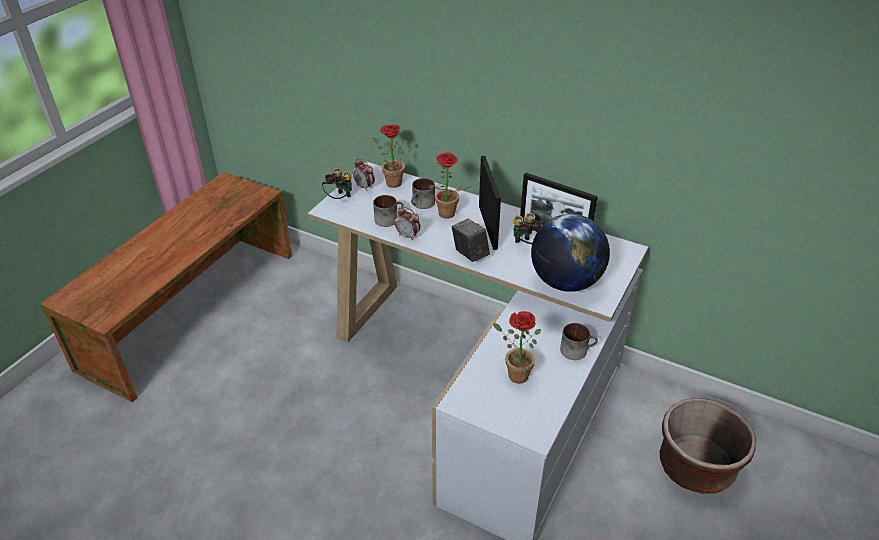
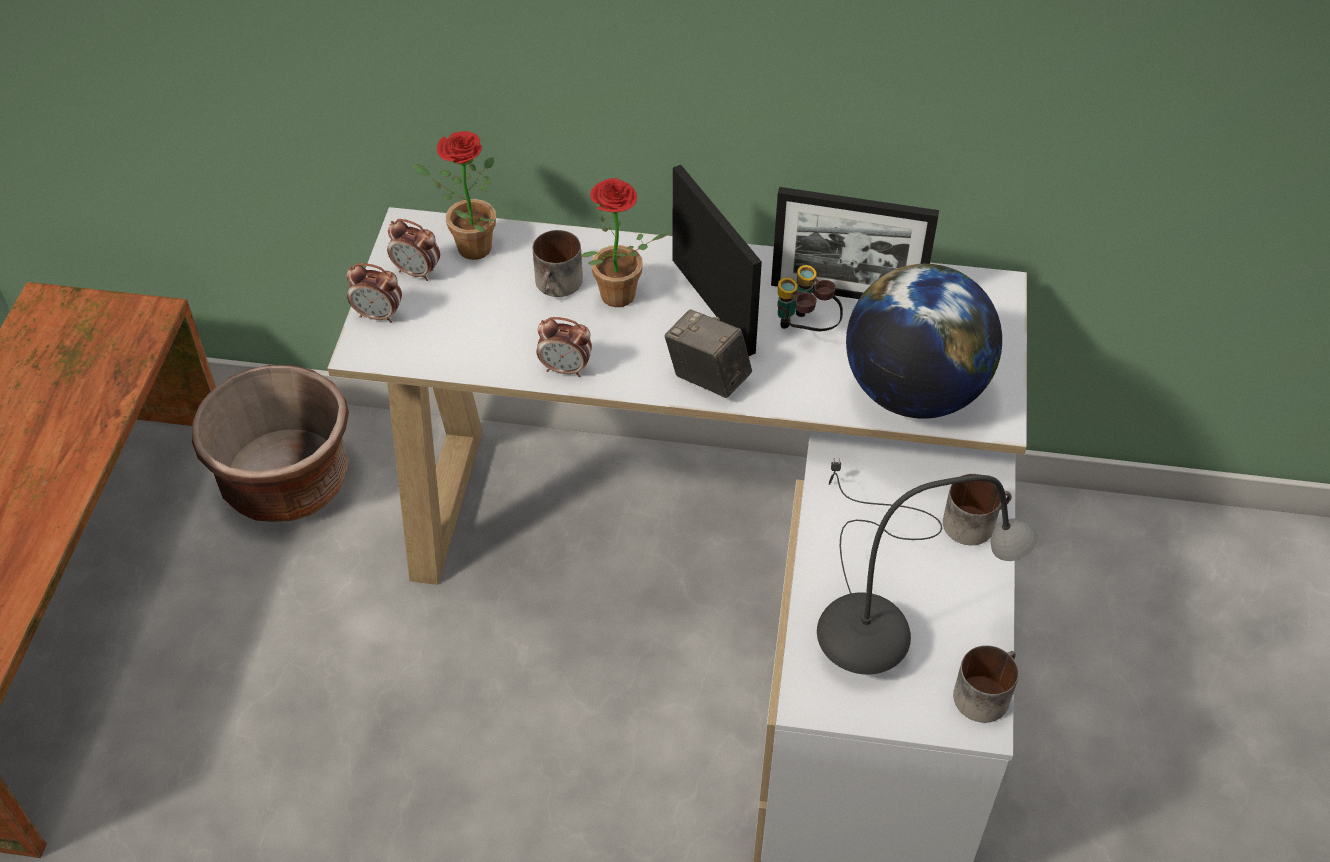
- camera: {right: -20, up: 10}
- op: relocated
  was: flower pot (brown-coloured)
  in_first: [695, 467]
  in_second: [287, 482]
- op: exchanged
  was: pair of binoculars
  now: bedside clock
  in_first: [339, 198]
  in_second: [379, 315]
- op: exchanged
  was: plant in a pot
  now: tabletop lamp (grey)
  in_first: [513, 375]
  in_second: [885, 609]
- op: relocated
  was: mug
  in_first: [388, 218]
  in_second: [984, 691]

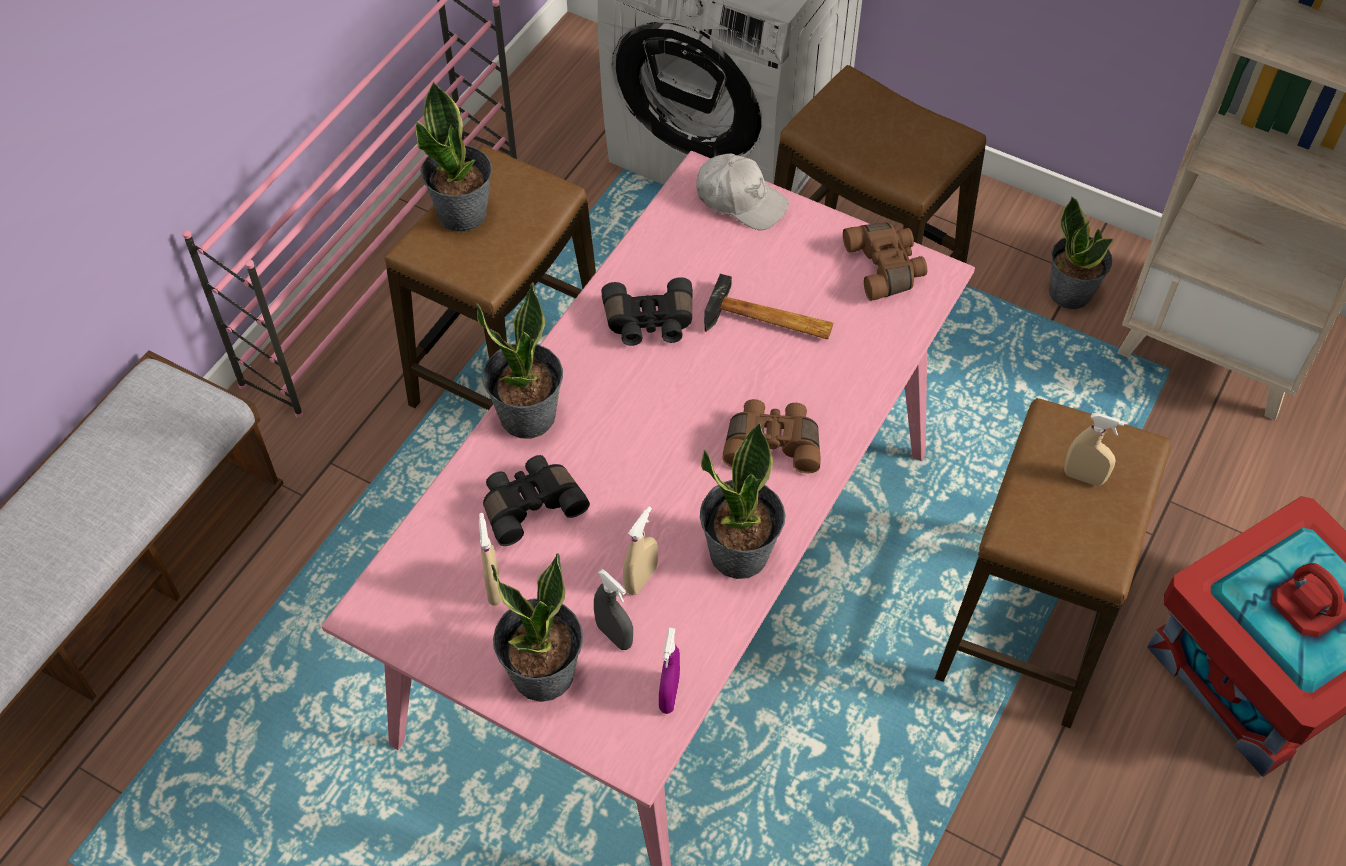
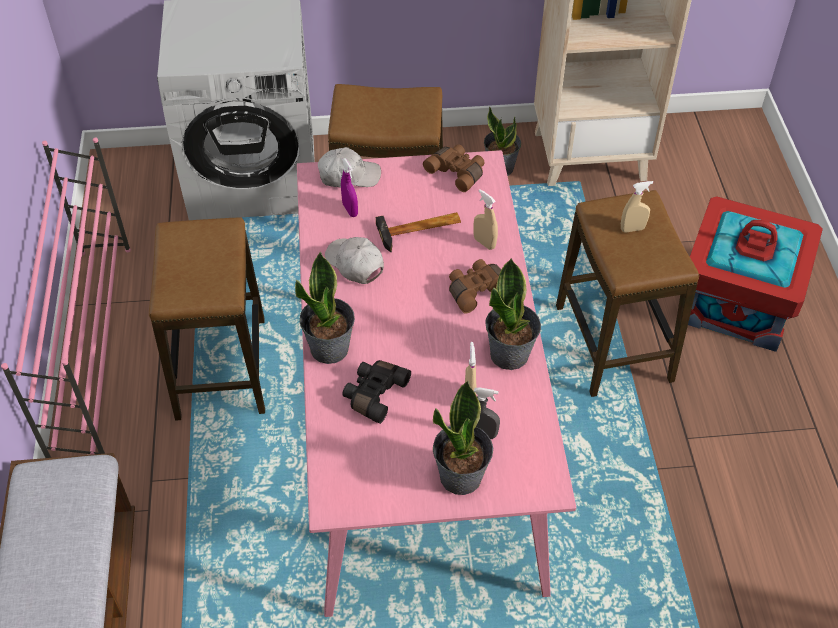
- camera: {right: -35, up: -5}
- op: exchanged
  was: pair of binoculars (blackish)
  now: cap (white-coloured)
  in_first: [649, 323]
  in_second: [355, 264]
- op: relocated
  was: hand sprayer (purple)
  in_first: [669, 694]
  in_second: [350, 210]
- op: relocated
  was: hand sprayer (beige-coloured)
  in_first: [493, 588]
  in_second: [484, 243]
- op: missing
  was: plant in a pot
  in_first: [463, 213]

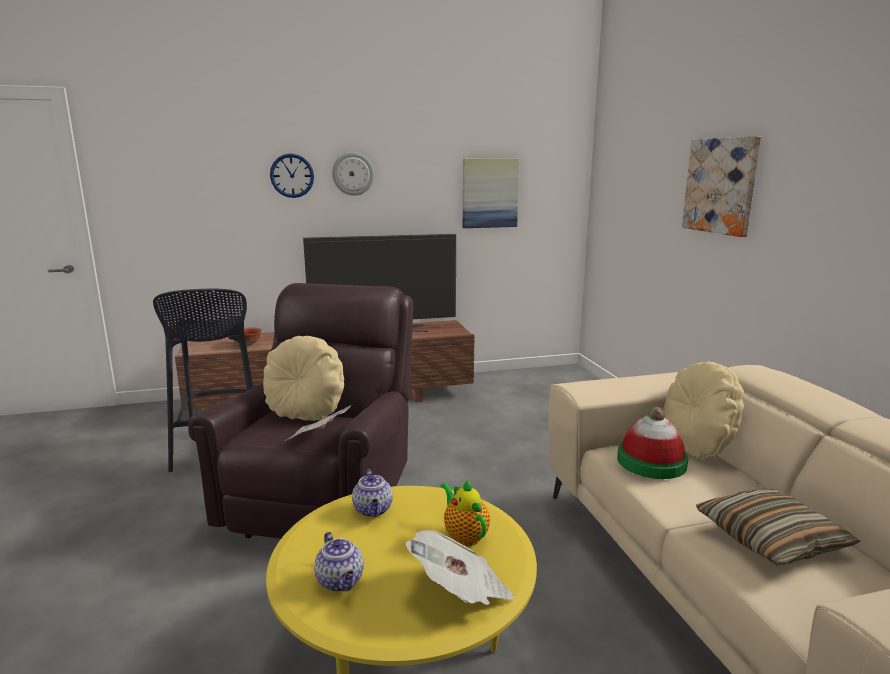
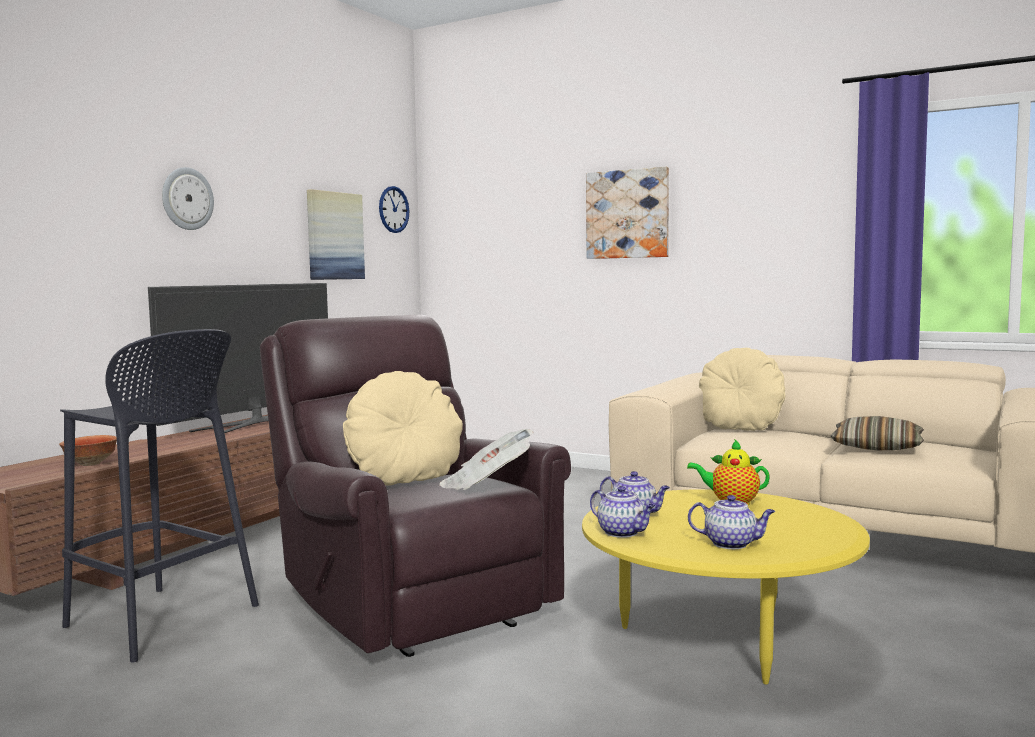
- camera: {right: -45, up: -10}
- op: relocated
  was: wall clock
  in_first: [292, 175]
  in_second: [393, 209]
- op: appeared
  now: tea pot
  in_second: [623, 533]
- op: missing
  was: newspaper
  in_first: [460, 591]
- op: missing
  was: hat
  in_first: [651, 462]

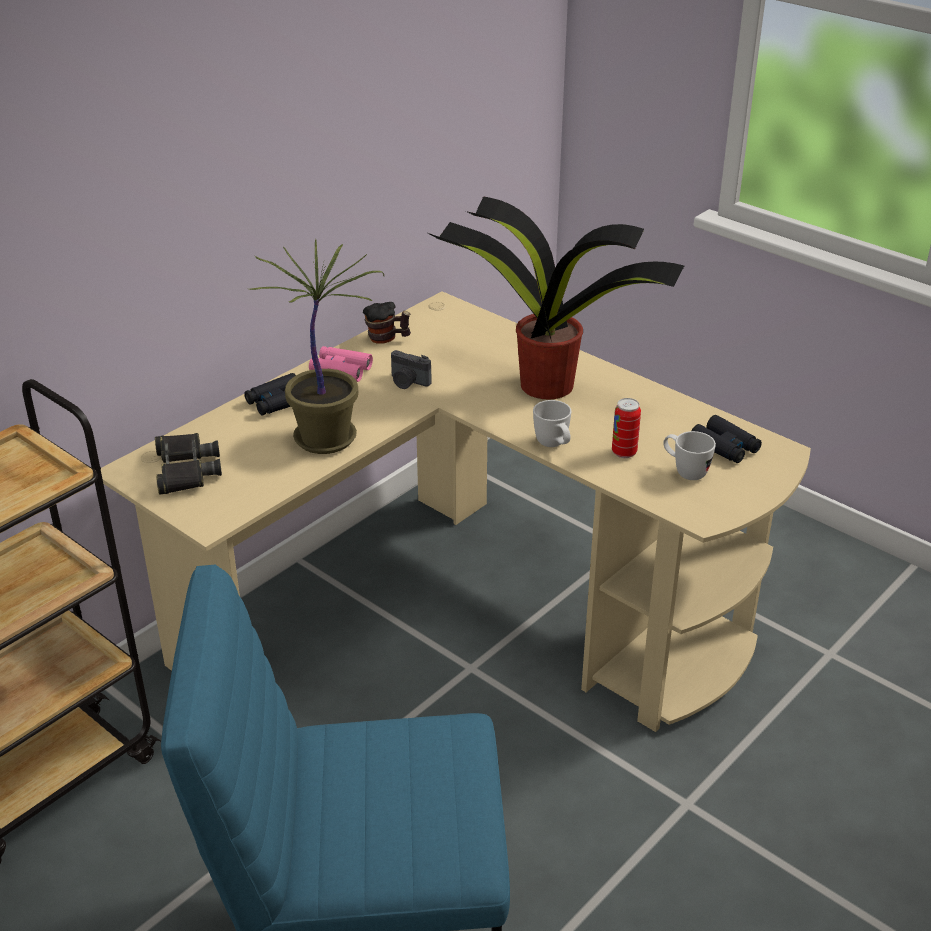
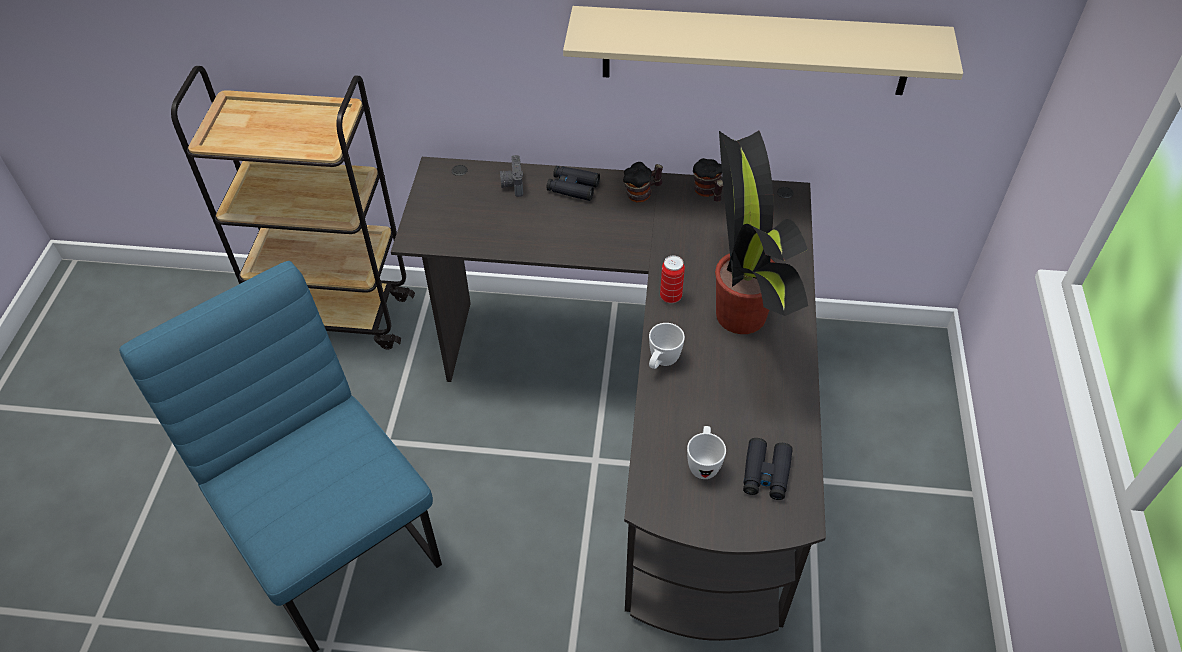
- camera: {right: 55, up: 15}
- op: colour
  was: desk table (beige-coloured)
  now: desk table (blackish)
  in_first: [462, 610]
  in_second: [647, 420]
- op: relocated
  was: still camera
  in_first: [408, 382]
  in_second: [512, 184]
- op: appeared
  now: wall shelf (beige-coloured)
  in_second: [755, 51]
- op: exchanged
  was: pair of binoculars (pink-coloured)
  now: mug
  in_first: [340, 370]
  in_second: [642, 194]
- op: relocated
  was: metal can
  in_first: [624, 452]
  in_second: [670, 297]
- op: missing
  was: pair of binoculars (blackish)
  in_first: [185, 470]
- op: missing
  was: plant in a pot
  in_first: [327, 437]

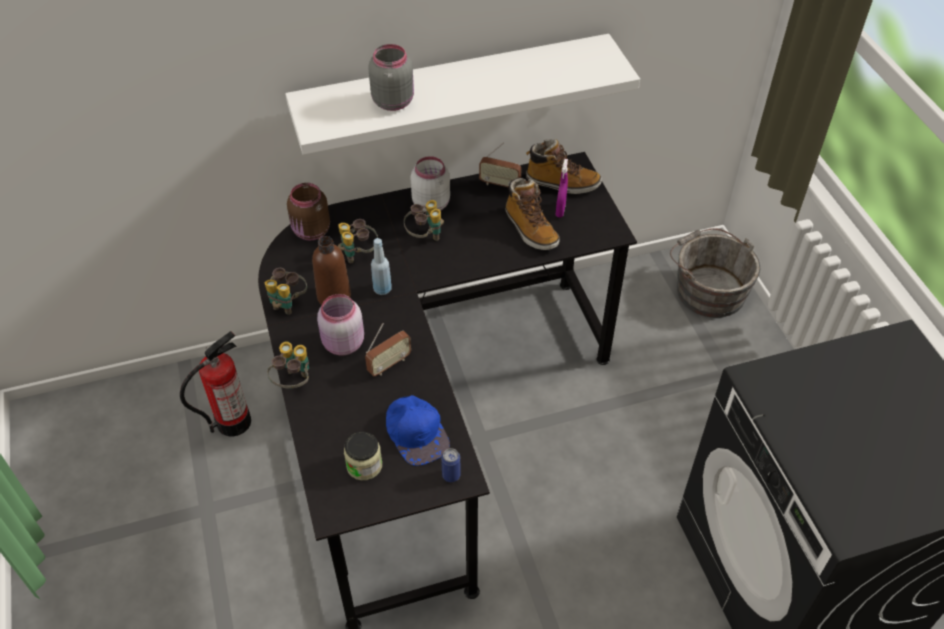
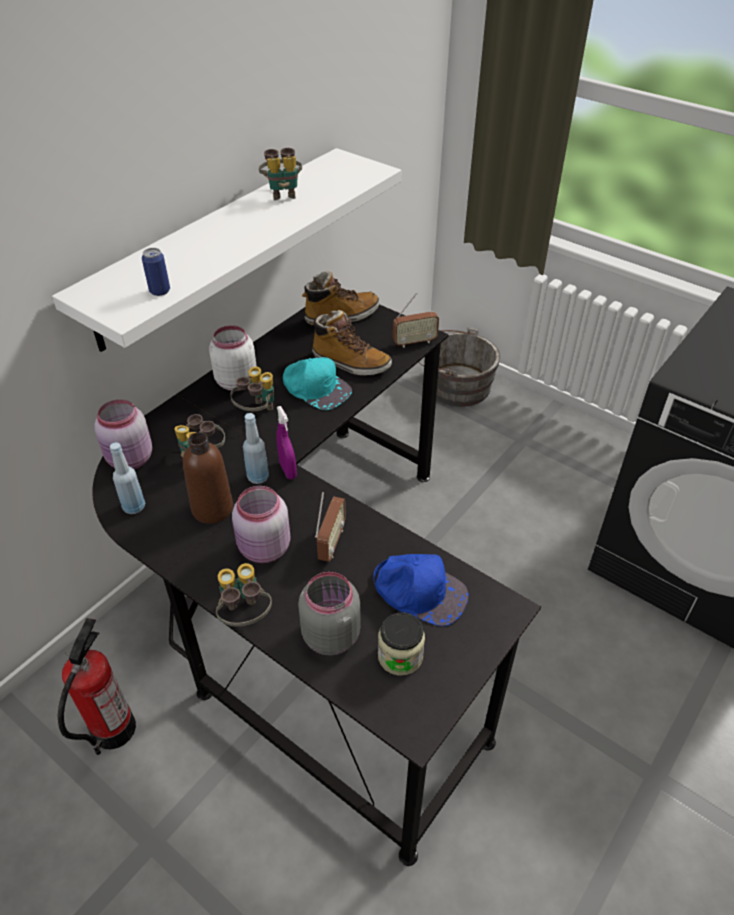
- camera: {right: -35, up: -5}
- op: colour
  was: preserve jar (brown-coloured)
  now: preserve jar (pink-coloured)
  in_first: [311, 232]
  in_second: [130, 460]
- op: appeared
  now: bottle (blue)
  in_second: [134, 507]
- op: relocated
  was: metal can
  in_first: [451, 475]
  in_second: [160, 291]
- op: relocated
  was: pair of binoculars
  in_first: [288, 303]
  in_second: [283, 193]
- op: relocated
  was: hand sprayer (purple)
  in_first: [560, 210]
  in_second: [288, 470]
- op: appeared
  now: cap (turquoise-coloured)
  in_second: [316, 387]
- op: relocated
  was: preserve jar (grey)
  in_first: [393, 101]
  in_second: [330, 634]
- op: relocated
  was: radio set
  in_first: [500, 184]
  in_second: [414, 342]

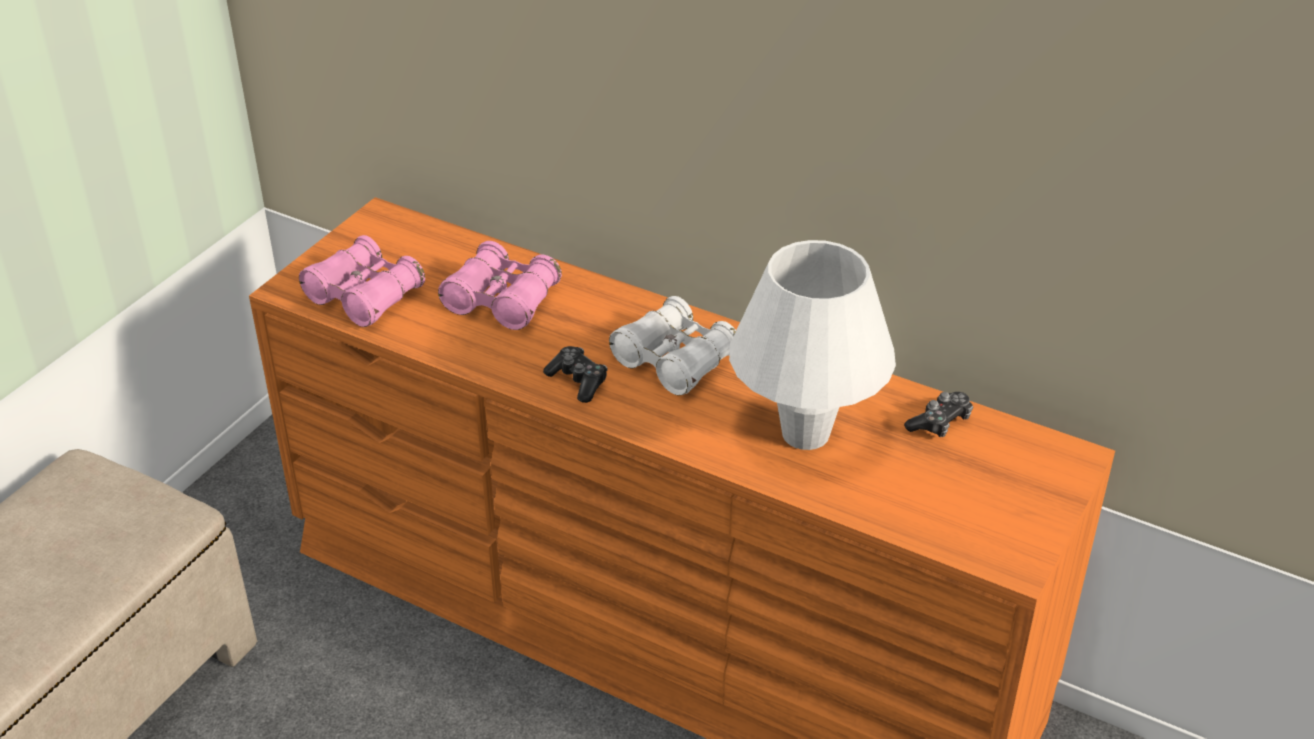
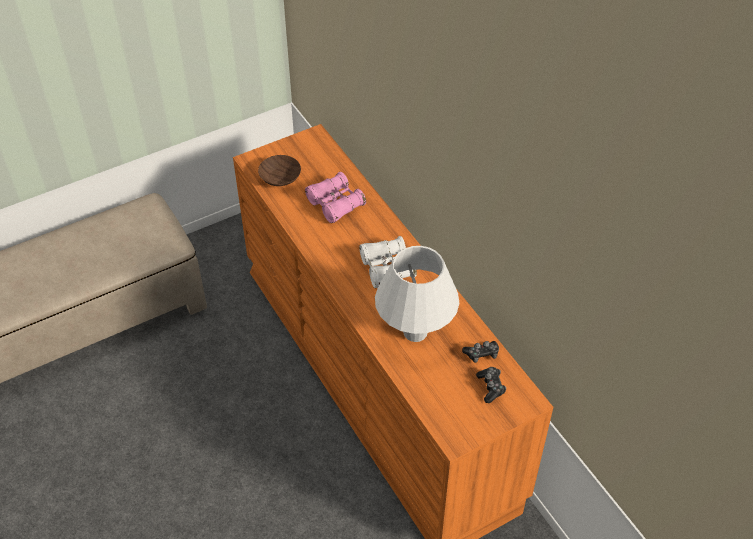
- camera: {right: 30, up: 10}
- op: exchanged
  was: pair of binoculars (pink-coloured)
  now: serving bowl (brown-coloured)
  in_first: [364, 296]
  in_second: [279, 177]
- op: relocated
  was: game controller
  in_first: [578, 381]
  in_second: [491, 387]

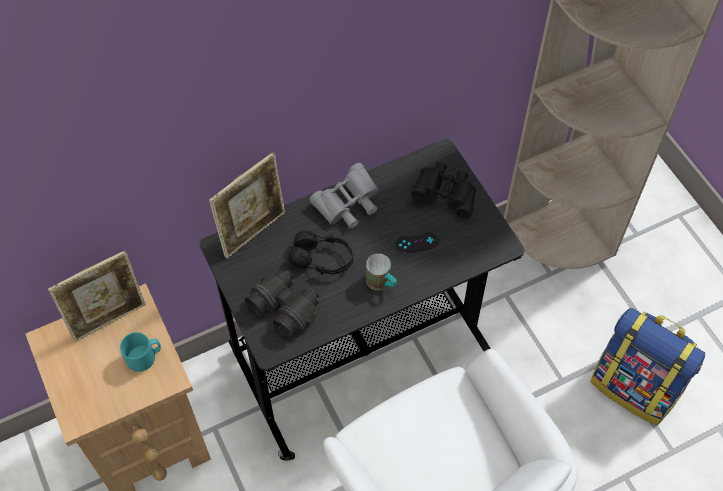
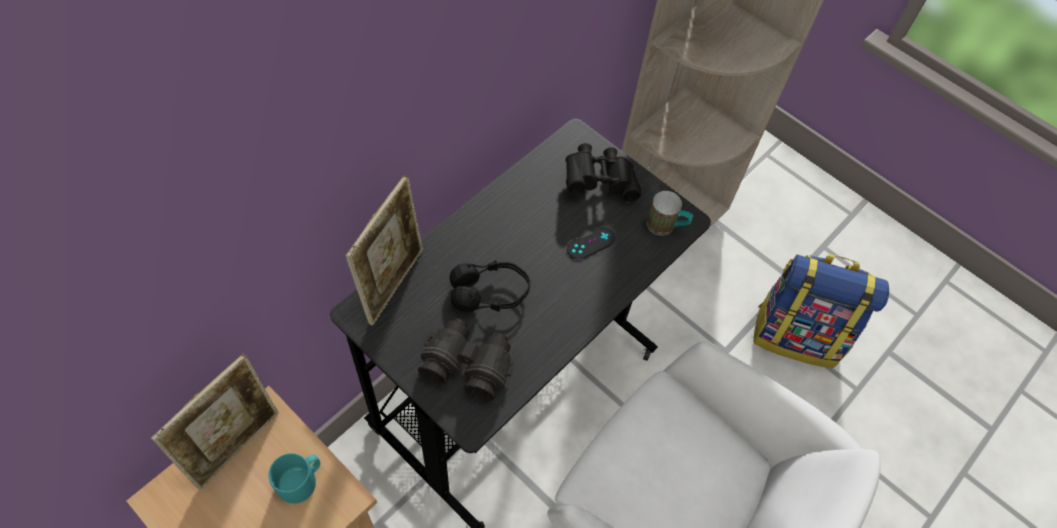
- camera: {right: -25, up: 0}
- op: relocated
  was: mug
  in_first: [382, 283]
  in_second: [666, 226]
- op: missing
  was: pair of binoculars (grey)
  in_first: [348, 206]

